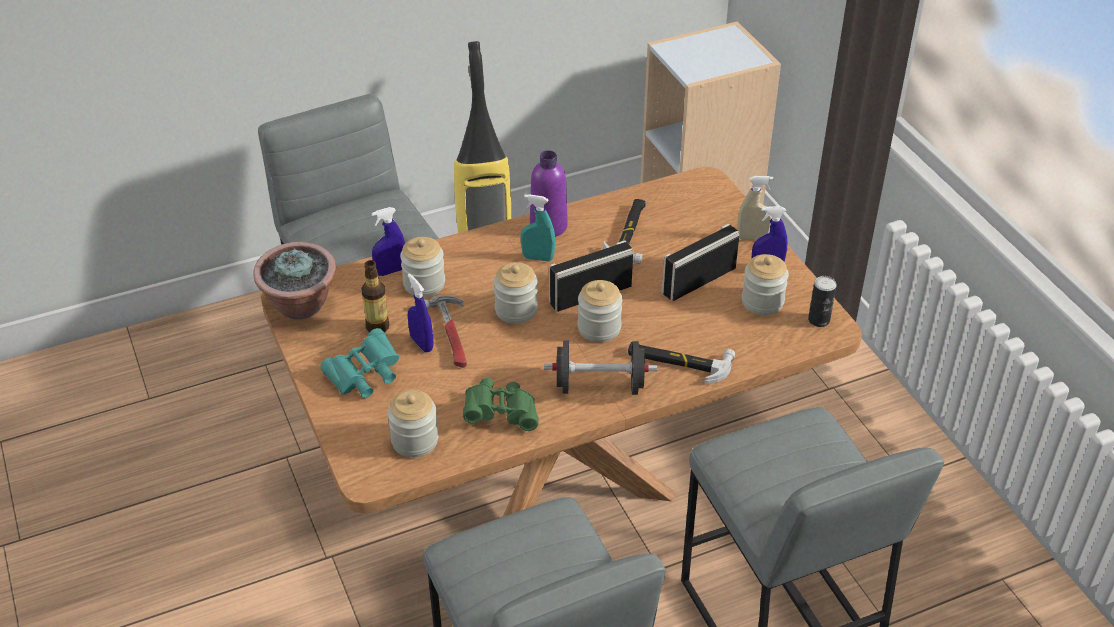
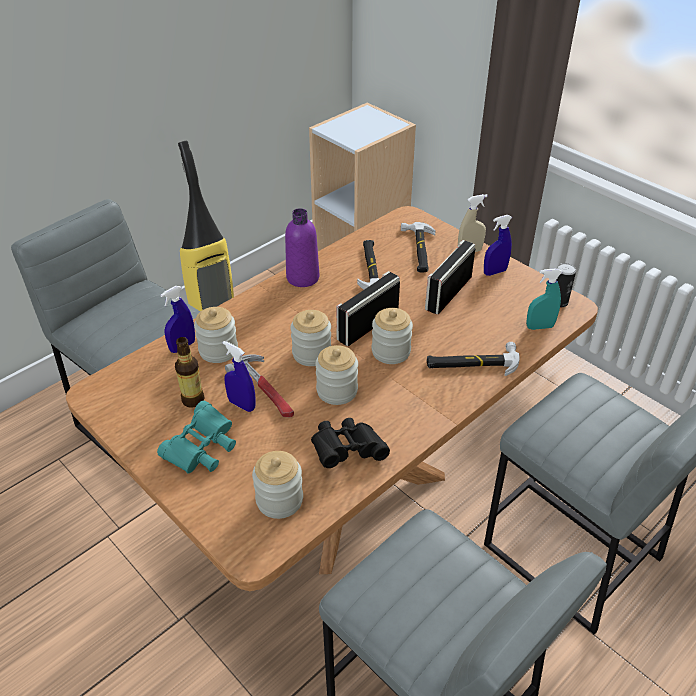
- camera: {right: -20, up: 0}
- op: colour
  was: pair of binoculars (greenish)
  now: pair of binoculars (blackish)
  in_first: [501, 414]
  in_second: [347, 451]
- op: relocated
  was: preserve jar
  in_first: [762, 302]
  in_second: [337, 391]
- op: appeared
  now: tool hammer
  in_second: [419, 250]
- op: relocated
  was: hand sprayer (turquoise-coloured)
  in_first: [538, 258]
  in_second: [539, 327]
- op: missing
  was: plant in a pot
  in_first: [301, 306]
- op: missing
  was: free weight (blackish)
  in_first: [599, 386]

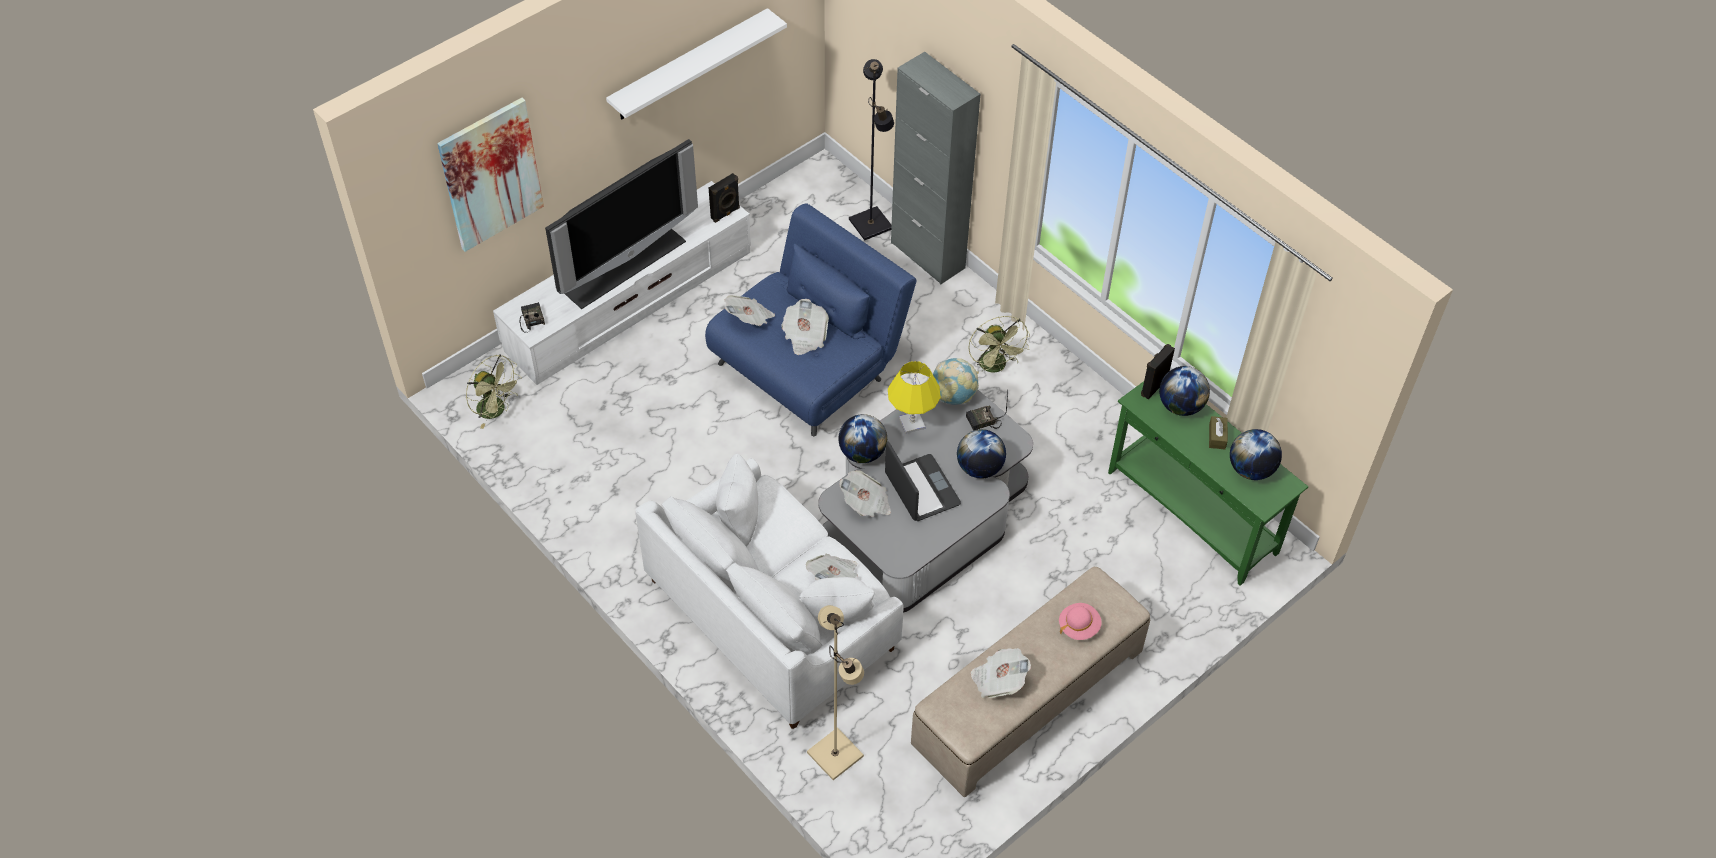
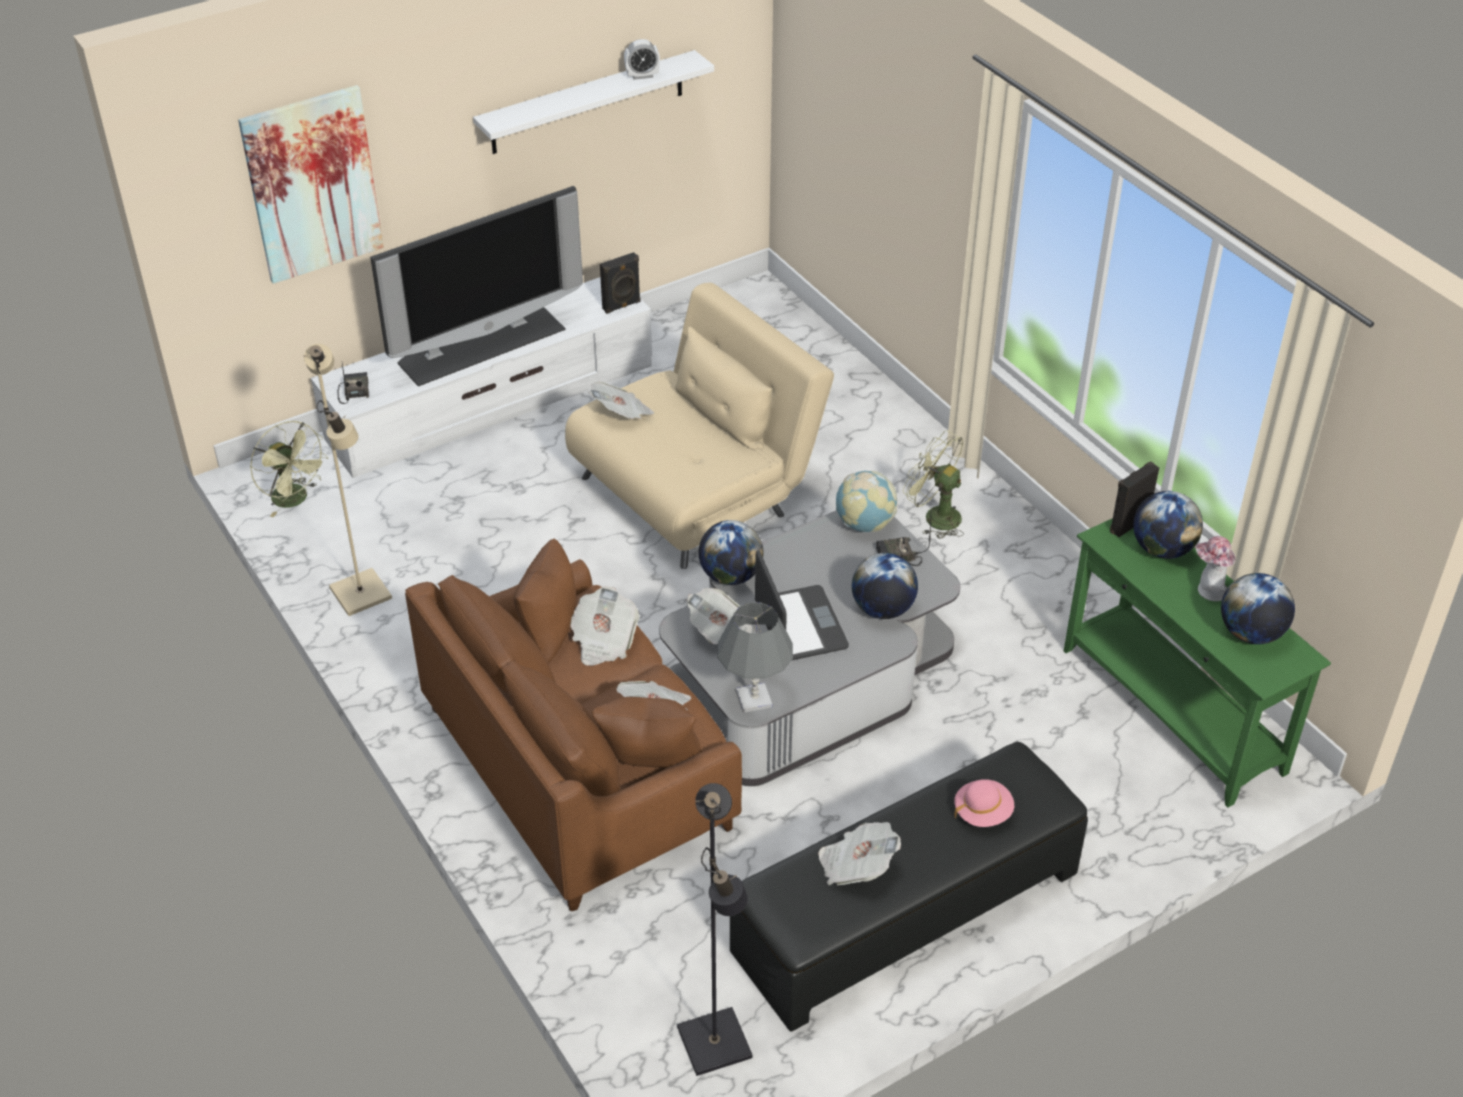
- camera: {right: 10, up: -10}
- op: relocated
  was: standard lamp (beige-coloured)
  in_first: [835, 755]
  in_second: [360, 593]
- op: colour
  was: settee (white-coloured)
  now: settee (brown-coloured)
  in_first: [774, 614]
  in_second: [581, 767]
- op: colour
  was: armchair (blue)
  now: armchair (beige-coloured)
  in_first: [809, 363]
  in_second: [697, 488]
- op: relocated
  was: newspaper
  in_first: [805, 336]
  in_second: [603, 641]
- op: appeared
  now: bedside clock
  in_second: [642, 76]
- op: relocated
  was: standard lamp (blackish)
  in_first: [870, 224]
  in_second: [714, 1043]
- op: appeared
  now: tabletop lamp (grey)
  in_second: [754, 699]
- op: colour
  was: long seat (beige-coloured)
  now: long seat (blackish)
  in_first: [1028, 698]
  in_second: [905, 913]
- op: spun
  was: cooling fan (greenish)
  in_first: [995, 367]
  in_second: [935, 516]
  clockwise: 135
- op: exchanged
  was: box of tissues (brown-coloured)
  now: hat
  in_first: [1217, 436]
  in_second: [1208, 590]
- op: missing
  was: tabletop lamp (yellow-coloured)
  in_first: [912, 423]
- op: missing
  was: cupboard (grey)
  in_first: [927, 255]

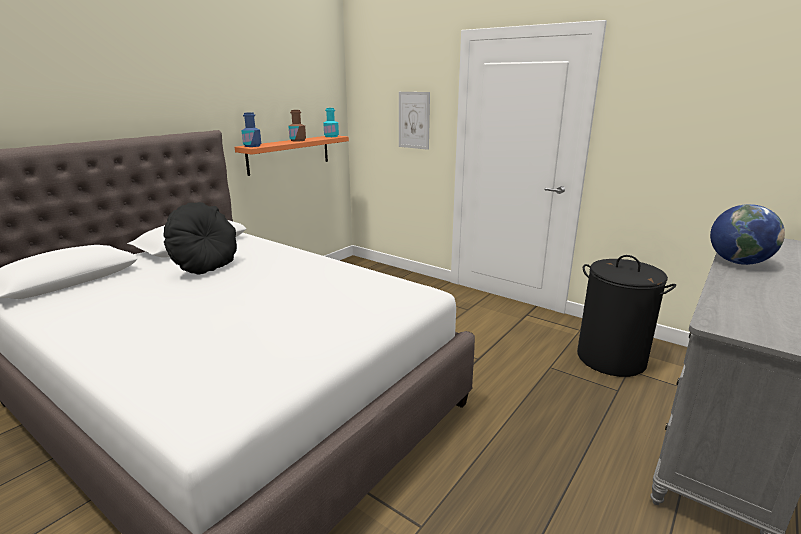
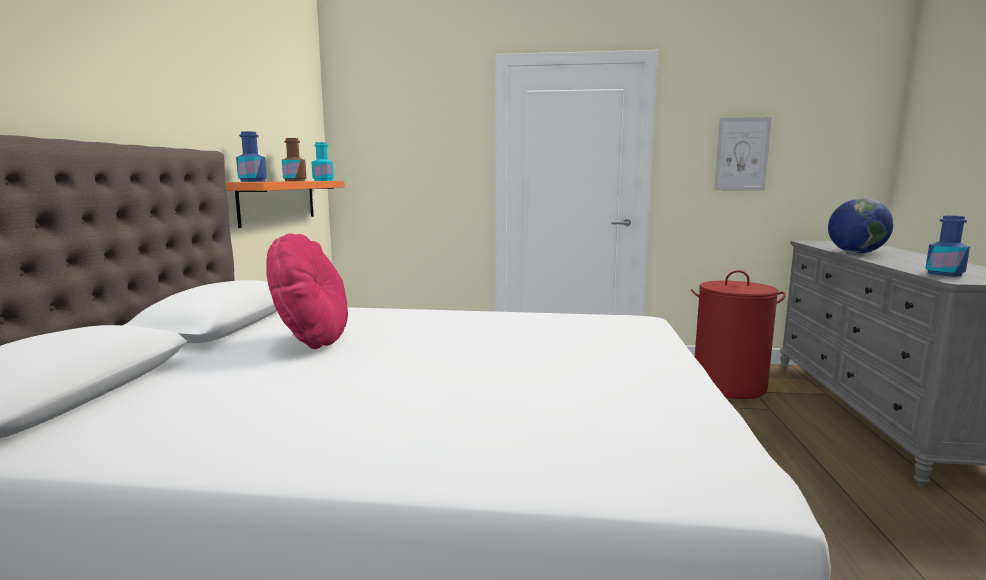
- camera: {right: -30, up: -10}
- op: colour
  was: throw pillow (blackish)
  now: throw pillow (pink-coloured)
  in_first: [206, 269]
  in_second: [313, 342]
- op: colour
  was: hamper (blackish)
  now: hamper (red)
  in_first: [611, 358]
  in_second: [729, 386]
- op: relocated
  was: wall picture
  in_first: [414, 120]
  in_second: [742, 154]
- op: appeared
  now: bottle (blue)
  in_second: [944, 274]

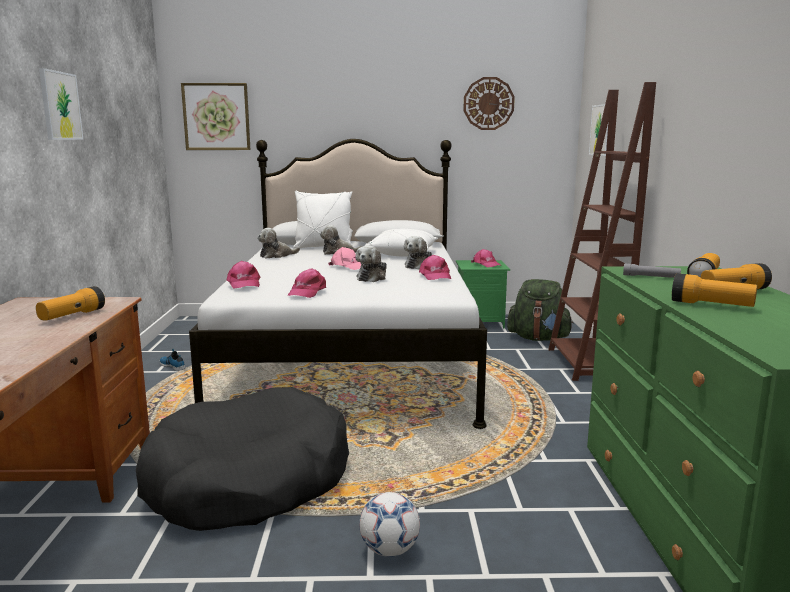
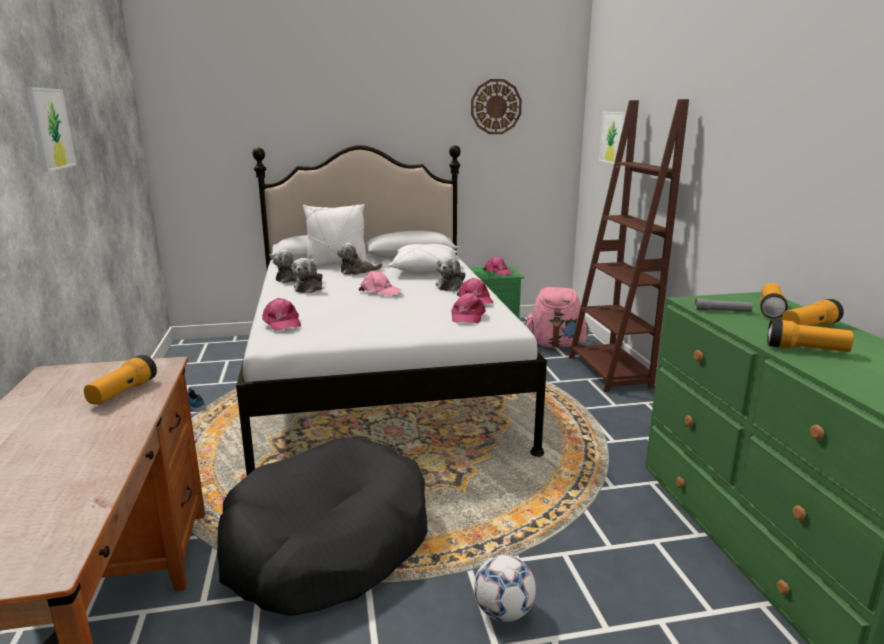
- camera: {right: -10, up: 5}
- op: relocated
  was: plush toy
  in_first: [372, 278]
  in_second: [309, 288]
- op: relocated
  was: cap (pink-coloured)
  in_first: [307, 292]
  in_second: [467, 316]
- op: colour
  was: rucksack (greenish)
  now: rucksack (pink-coloured)
  in_first: [538, 338]
  in_second: [555, 345]
- op: missing
  was: wall picture
  in_first: [216, 117]

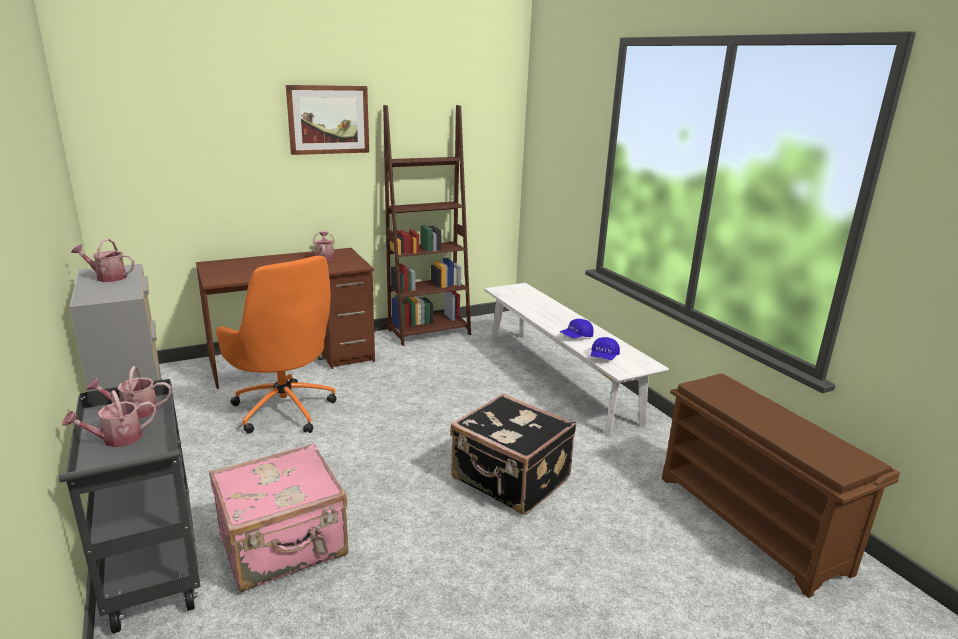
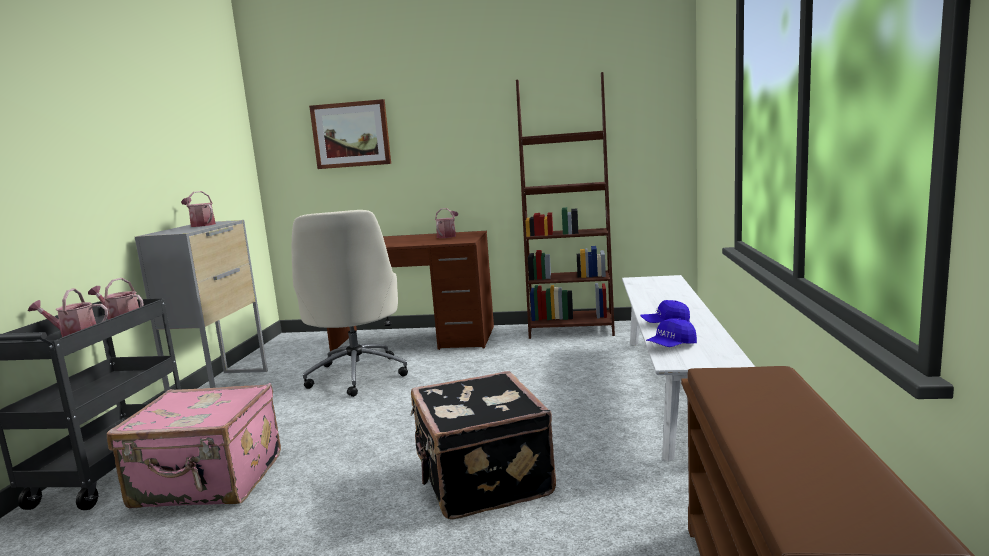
- camera: {right: 35, up: -10}
- op: colour
  was: computer chair (orange)
  now: computer chair (beige-coloured)
  in_first: [285, 410]
  in_second: [357, 376]
- op: relocated
  was: wall picture
  in_first: [328, 119]
  in_second: [351, 134]

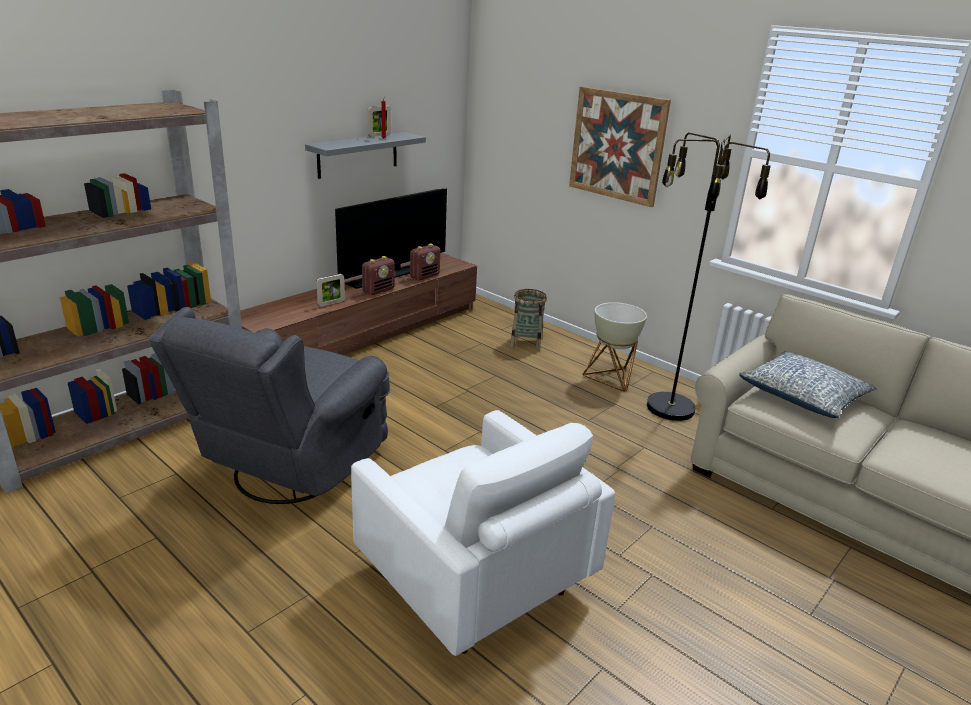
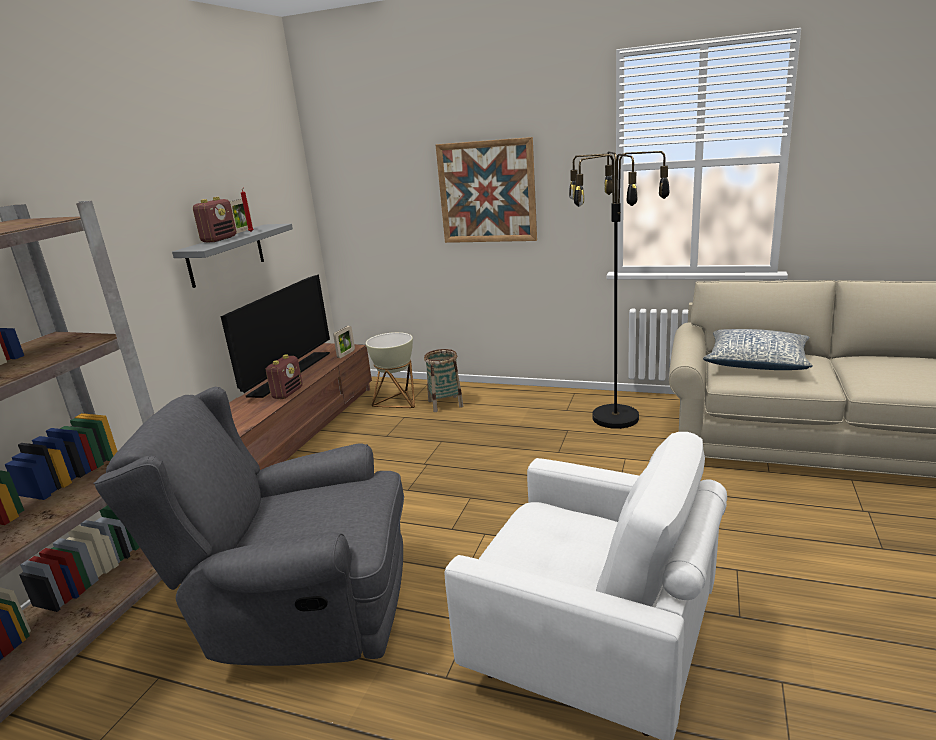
- camera: {right: -20, up: -5}
- op: spun
  was: armchair (grey)
  in_first: [291, 469]
  in_second: [302, 614]
  clockwise: 90
- op: relocated
  was: radio set
  in_first: [425, 276]
  in_second: [219, 239]
- op: relocated
  was: standing frame
  in_first: [331, 303]
  in_second: [346, 354]
- op: relocated
  was: flower pot
  in_first: [611, 378]
  in_second: [397, 401]

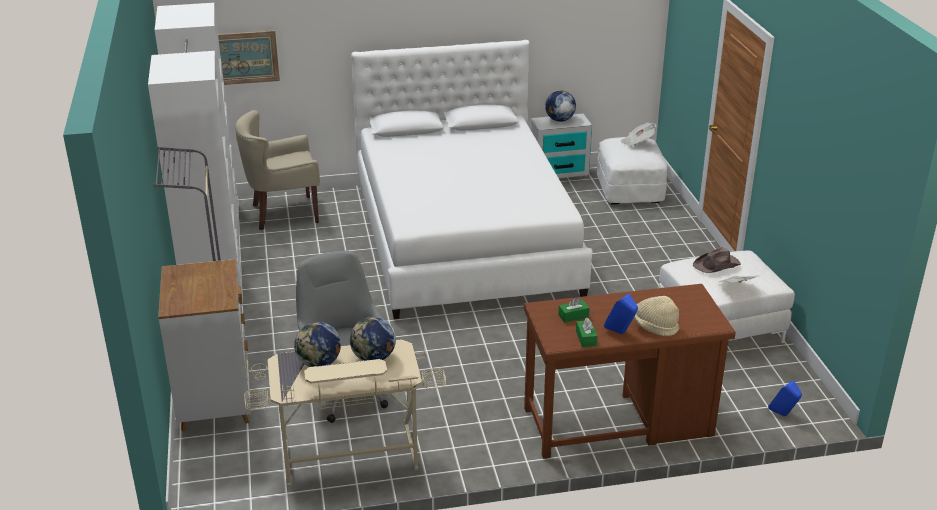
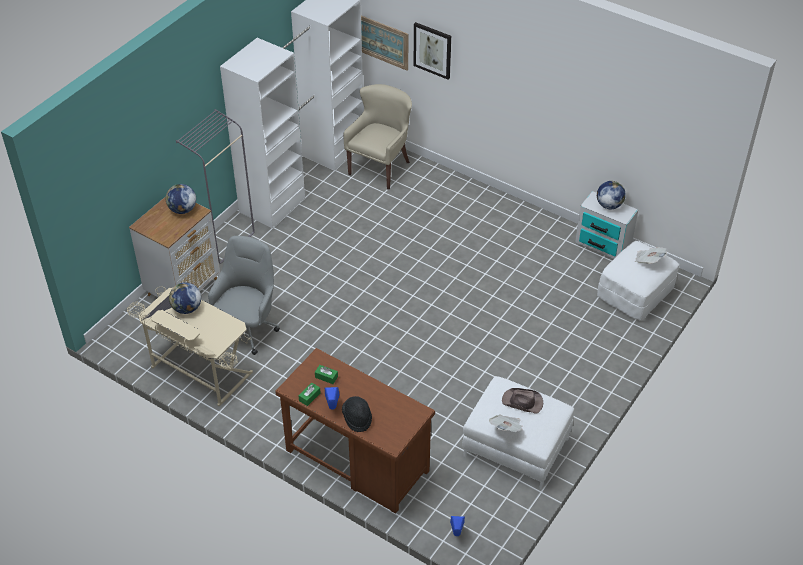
- camera: {right: 45, up: 15}
- op: relocated
  was: globe
  in_first: [373, 358]
  in_second: [182, 210]
- op: colour
  was: hat (beige-coloured)
  now: hat (blackish)
  in_first: [654, 326]
  in_second: [357, 418]
- op: spun
  was: armchair (beige-coloured)
  in_first: [283, 213]
  in_second: [380, 168]
  clockwise: 90
- op: appeared
  now: wall picture
  in_second: [432, 50]
- op: missing
  was: sleeping bed (white-coloured)
  in_first: [464, 238]

